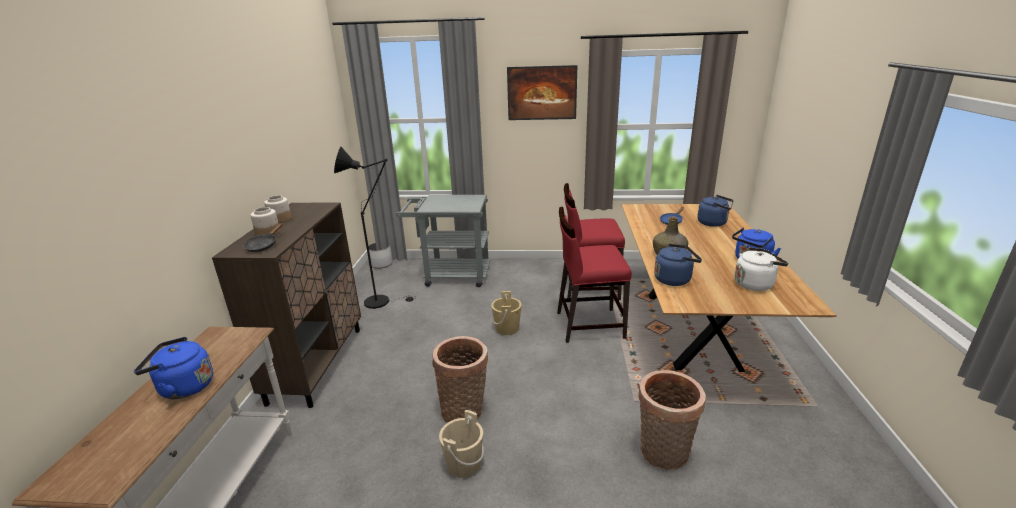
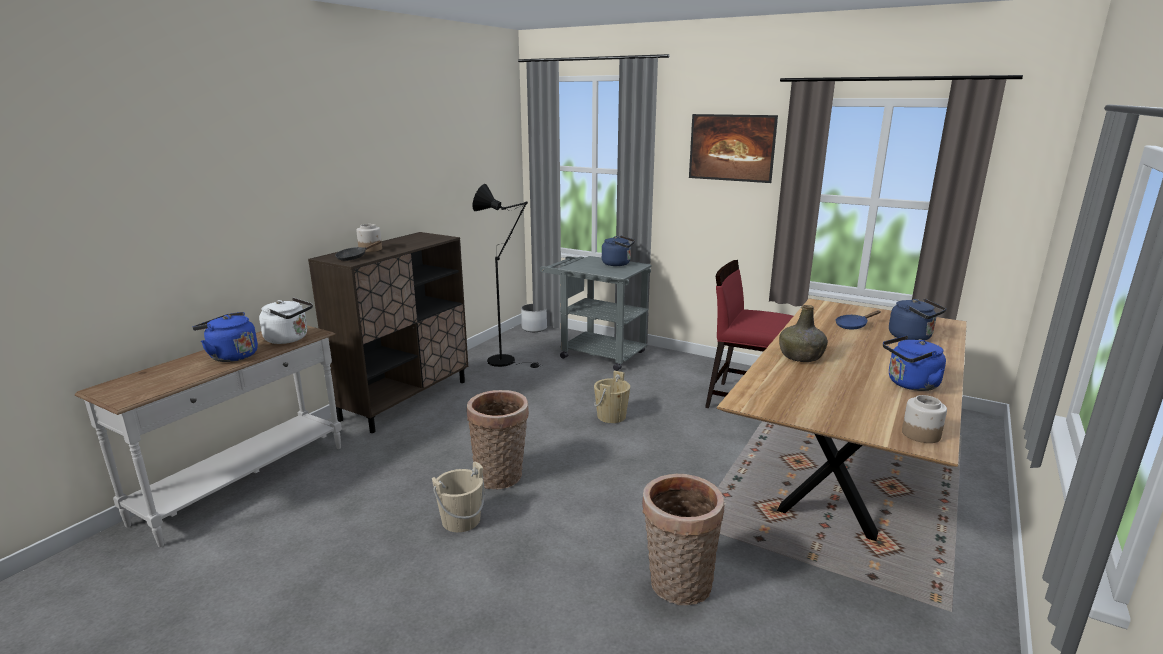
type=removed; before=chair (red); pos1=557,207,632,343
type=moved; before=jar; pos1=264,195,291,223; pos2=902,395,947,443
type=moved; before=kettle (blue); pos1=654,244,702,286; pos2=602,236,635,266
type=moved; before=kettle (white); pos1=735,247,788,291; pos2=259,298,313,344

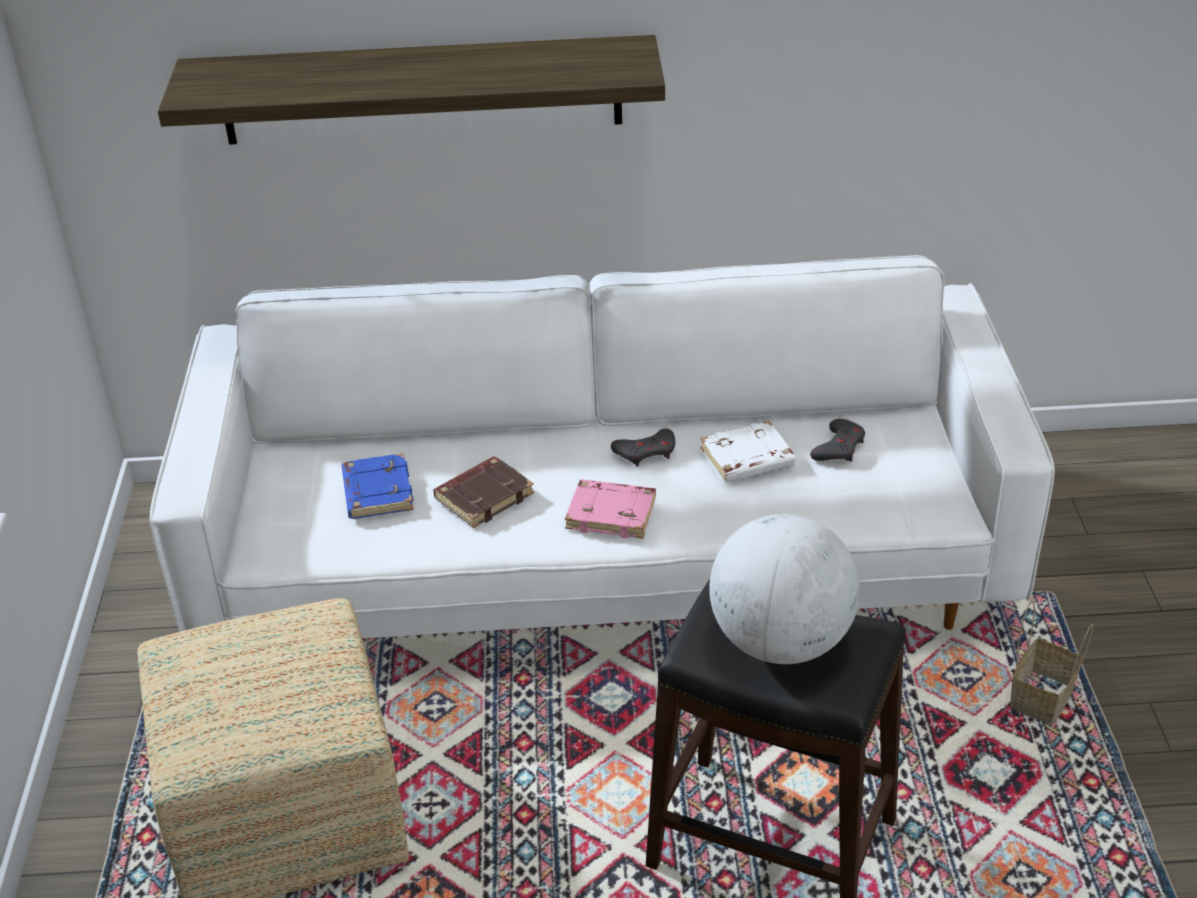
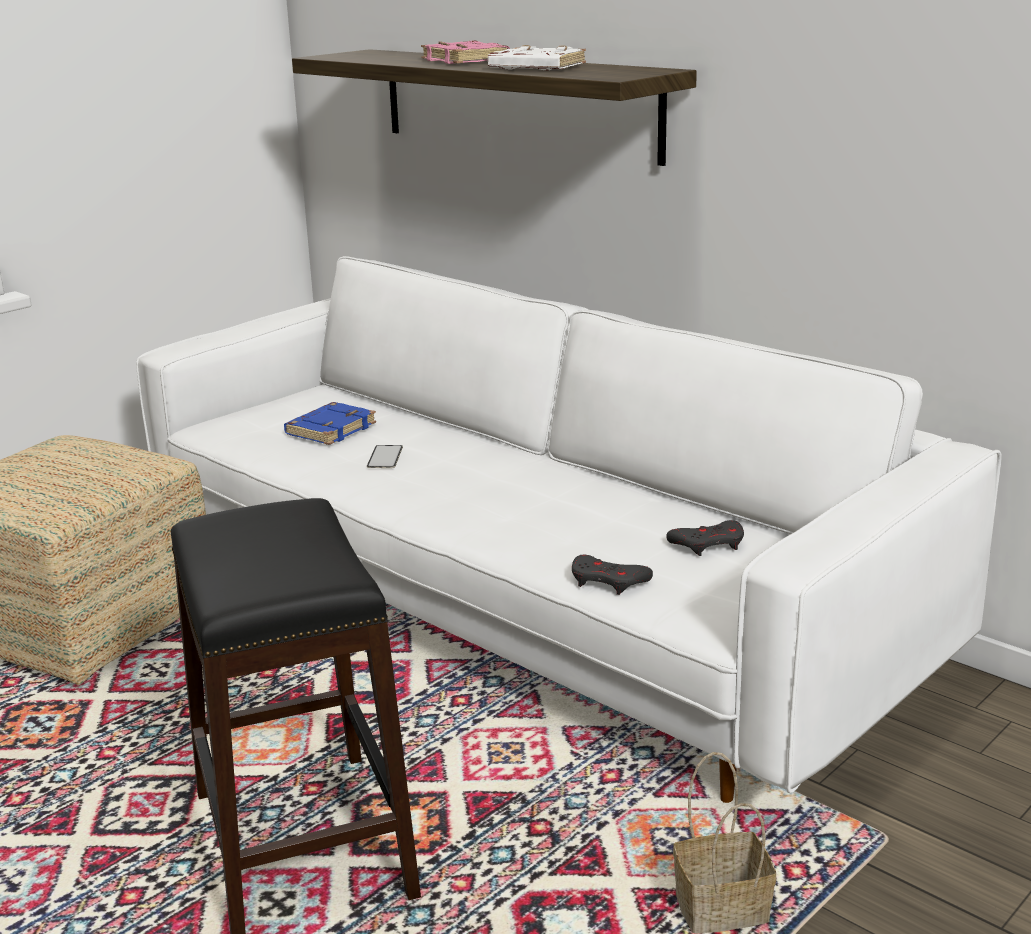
type=removed; before=globe; pos1=709,514,860,664
type=moved; before=book (pink); pos1=565,479,656,539; pos2=421,40,510,64
type=moved; before=game controller (grey); pos1=611,429,675,467; pos2=572,555,653,595
type=moved; before=book (white); pos1=701,421,796,482; pos2=488,45,586,70
type=replaced; before=book (brown); after=phone; pos1=433,456,534,528; pos2=367,445,403,468

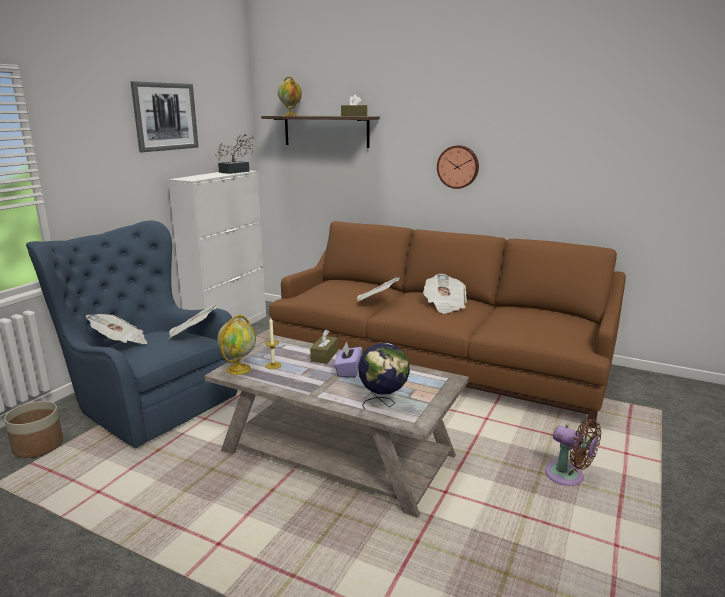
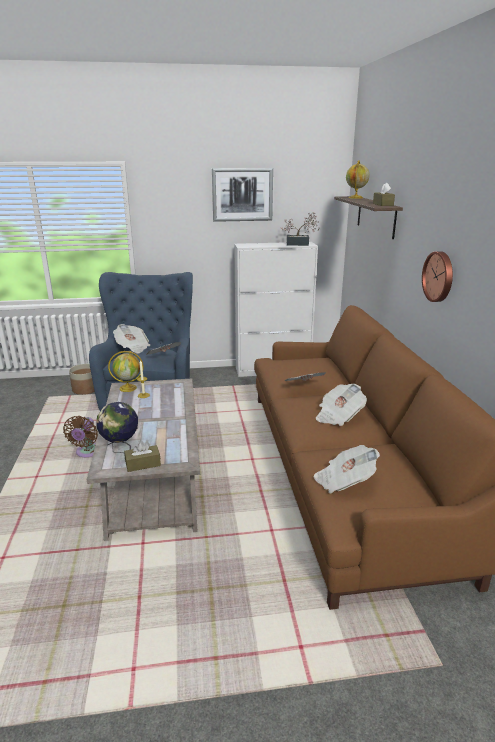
type=removed; before=tissue box (purple); pos1=334,342,362,378
type=added; after=newspaper; pos2=313,445,380,494
type=moved; before=tissue box (brown); pos1=310,330,338,364; pos2=124,441,161,472
type=moved; before=fan (brown); pos1=545,419,601,486; pos2=63,416,98,457

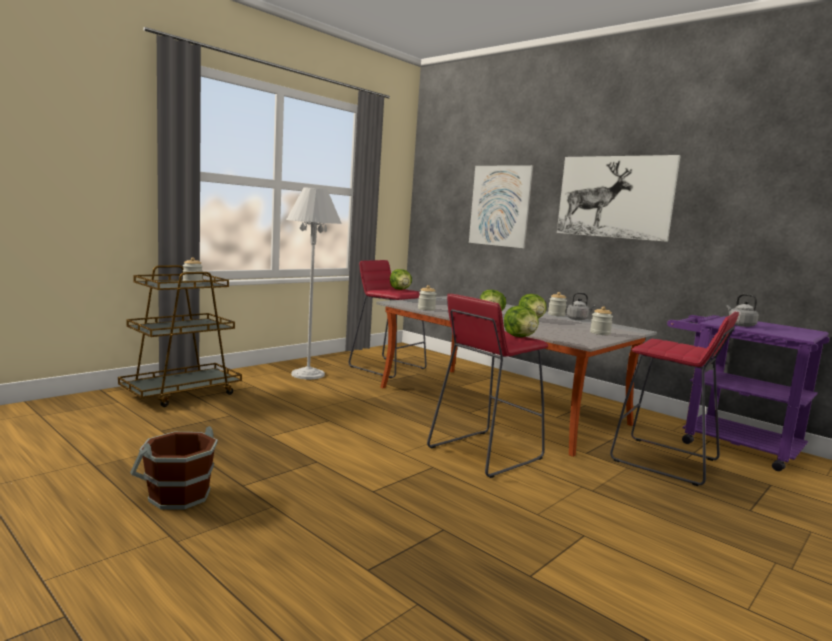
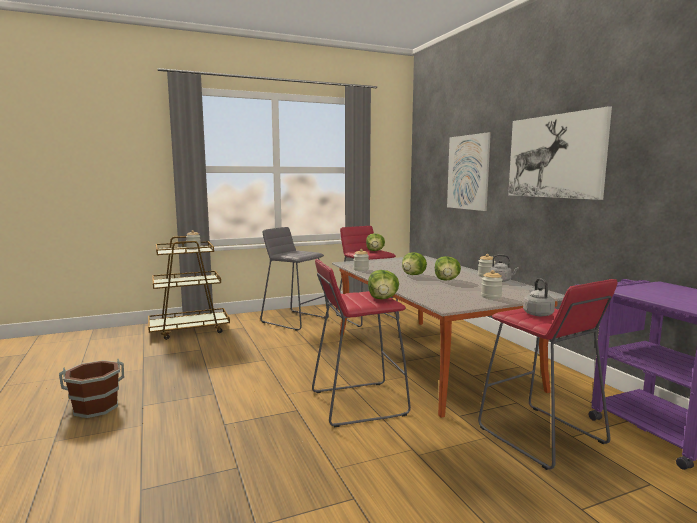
type=moved; before=kettle (grey); pos1=726,294,759,327; pos2=523,278,555,316
type=replaced; before=floor lamp (white); after=stool (grey); pos1=286,188,342,379; pos2=260,227,329,331

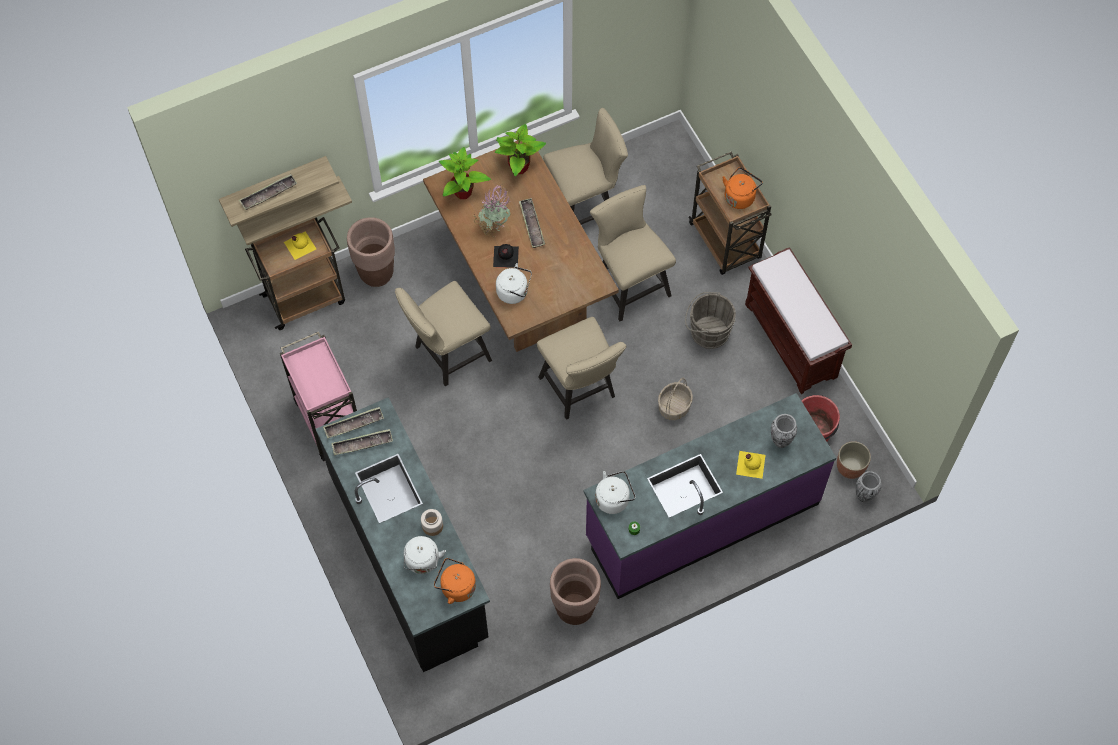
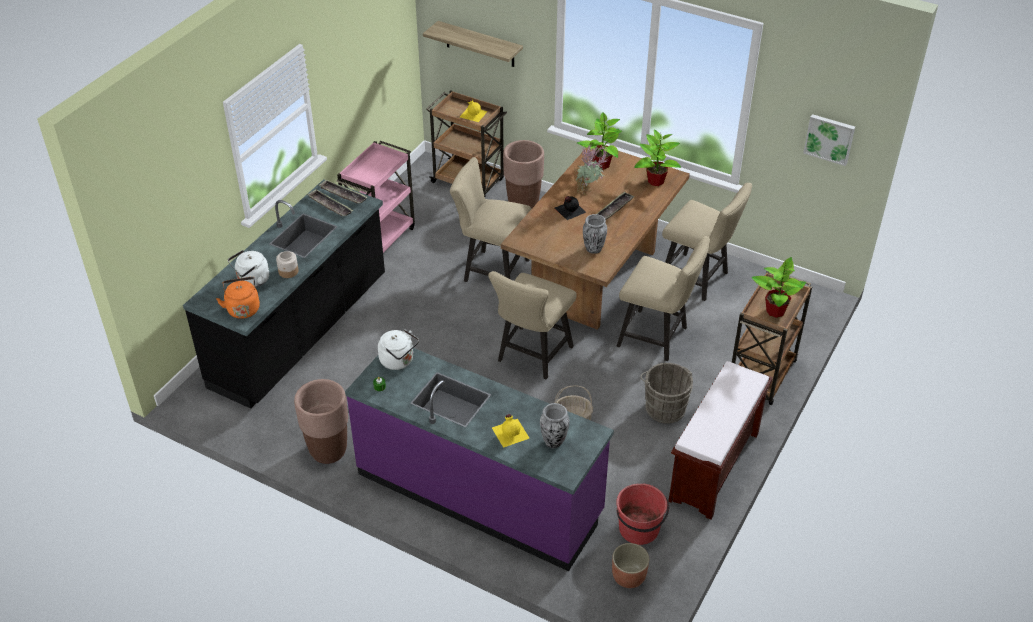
type=removed; before=shelf; pos1=237,176,352,245
type=removed; before=tray; pos1=239,174,297,210
type=removed; before=kettle (white); pos1=496,263,532,304
type=added; after=picture; pos2=803,114,855,166
type=moved; before=vase; pos1=856,471,882,502; pos2=583,214,607,254
type=replaced; before=kettle (orange); after=potted plant; pos1=722,167,763,209; pos2=752,257,806,318
type=turned; before=chair (beige); pos1=590,185,676,321; pos2=617,236,710,361; turn=90

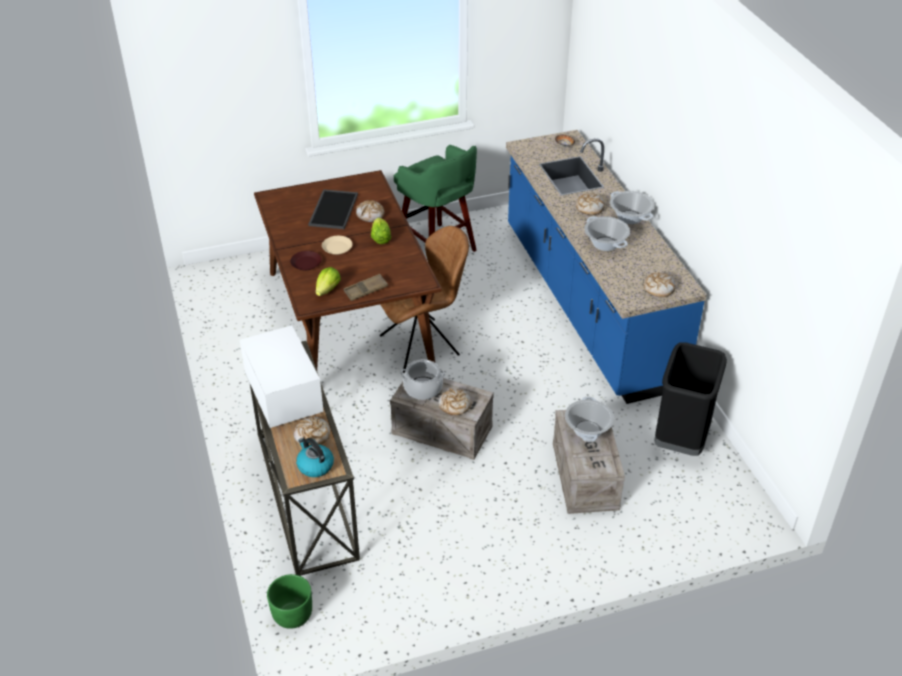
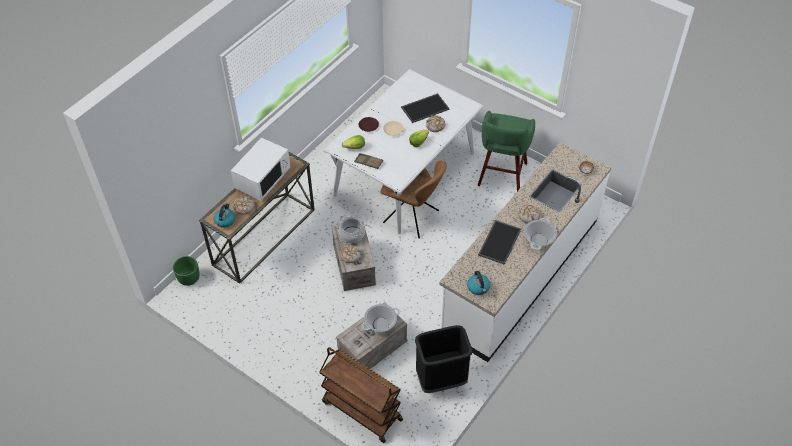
type=added; after=cart (brown); pos2=319,347,403,443
type=replaced; before=cooking pot; after=tray; pos1=584,216,630,251; pos2=478,220,521,265
type=replaced; before=bread; after=kettle; pos1=644,272,676,297; pos2=467,271,490,295
type=recoloured; before=dining table (brown); after=dining table (white); pos1=254,170,442,370; pos2=323,69,483,234
type=recoloured; before=counter (blue); after=counter (white); pos1=506,130,707,404; pos2=439,142,611,362

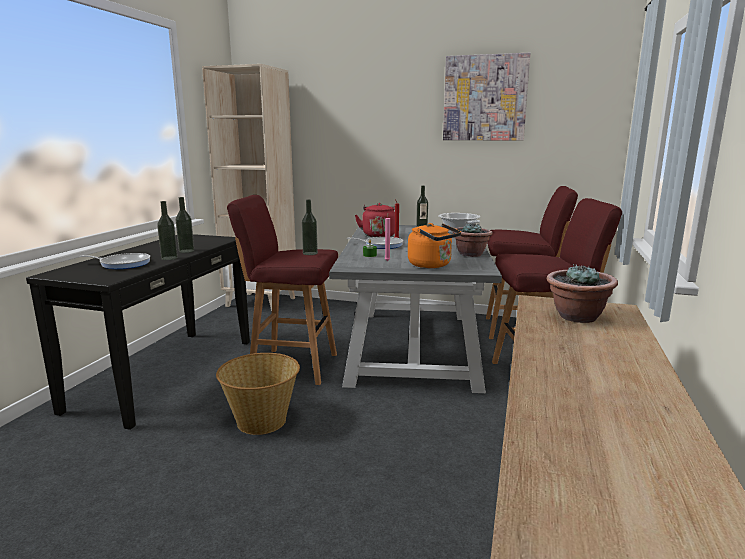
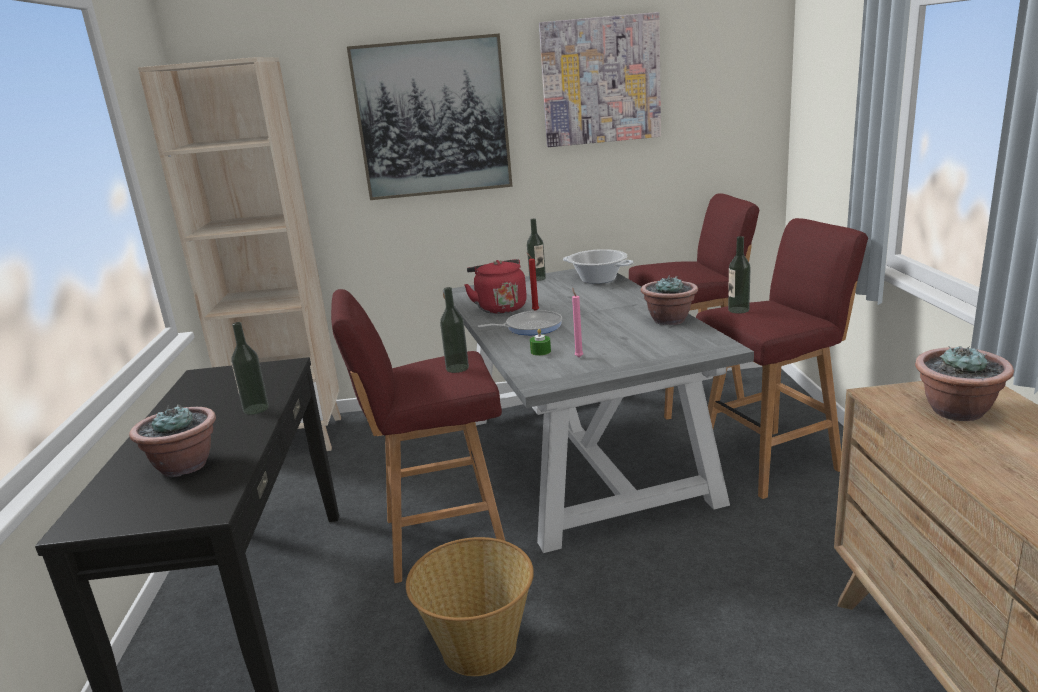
type=removed; before=kettle (orange); pos1=408,223,461,268
type=added; after=picture; pos2=347,33,513,200
type=moved; before=bottle; pos1=157,201,178,260; pos2=728,236,751,314
type=replaced; before=frying pan; after=potted plant; pos1=79,253,150,269; pos2=129,404,216,477

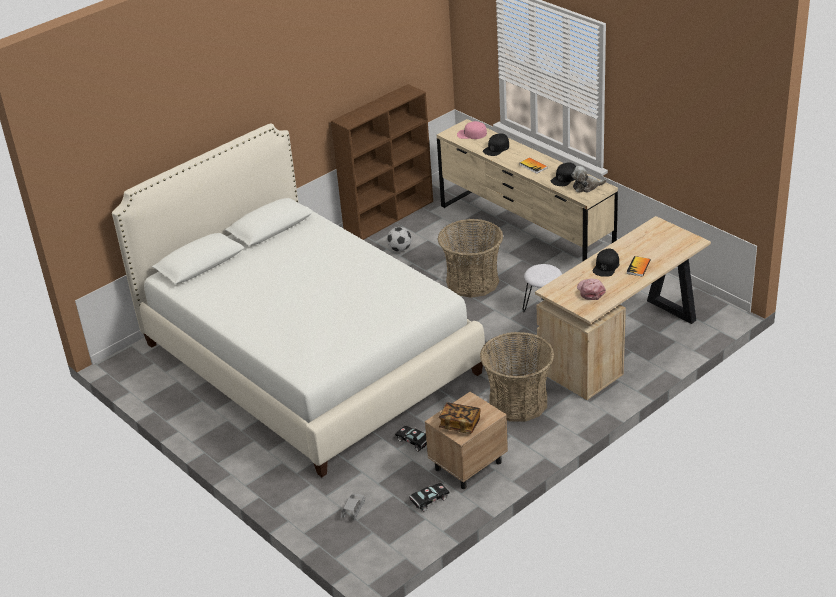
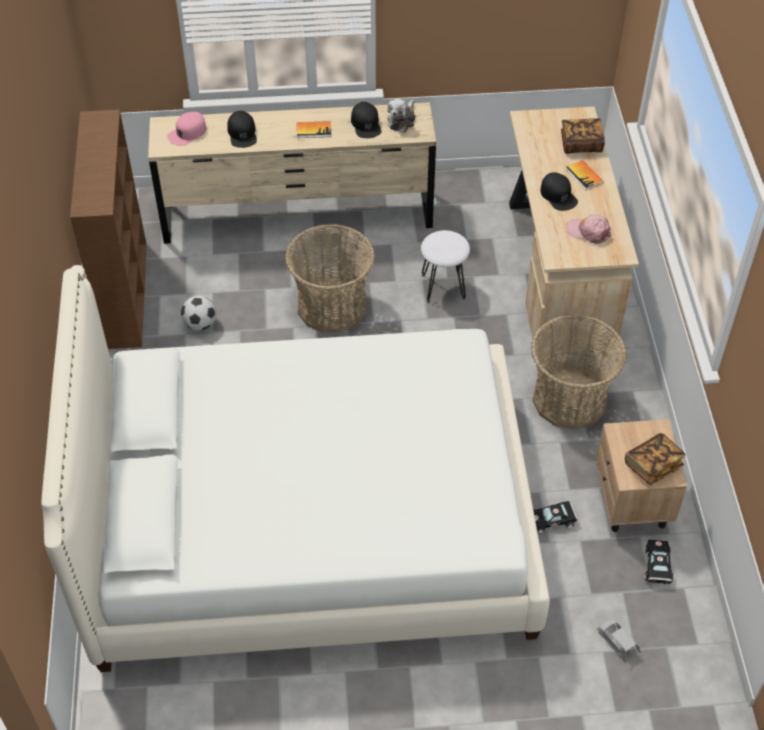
type=added; after=book; pos2=561,118,605,154

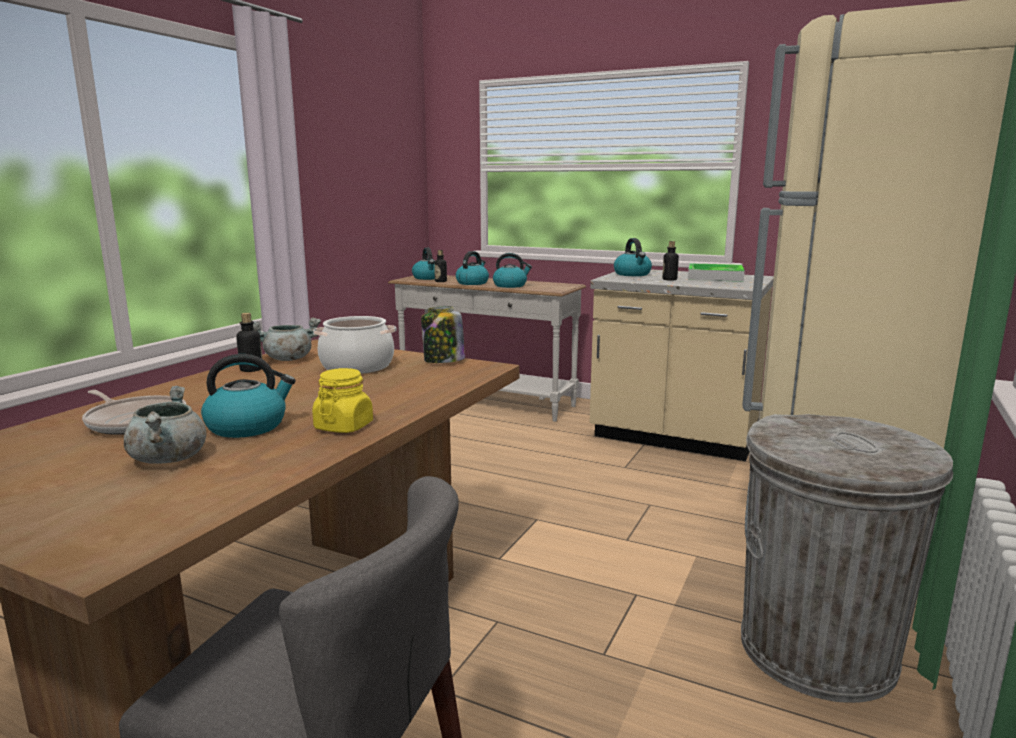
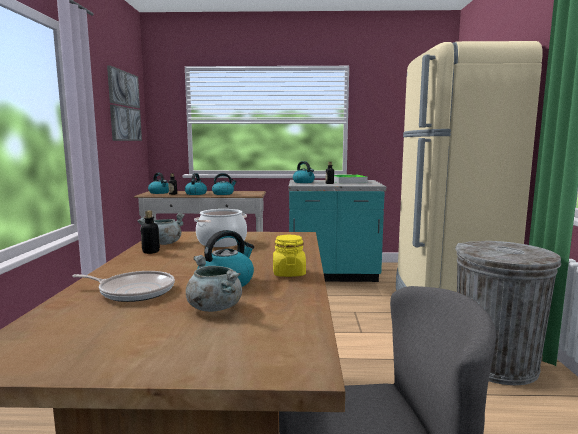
type=removed; before=jar; pos1=421,306,465,363
type=added; after=picture; pos2=107,65,142,141
type=recoloured; before=counter (beige); after=counter (turquoise); pos1=590,270,774,461; pos2=289,180,386,282

